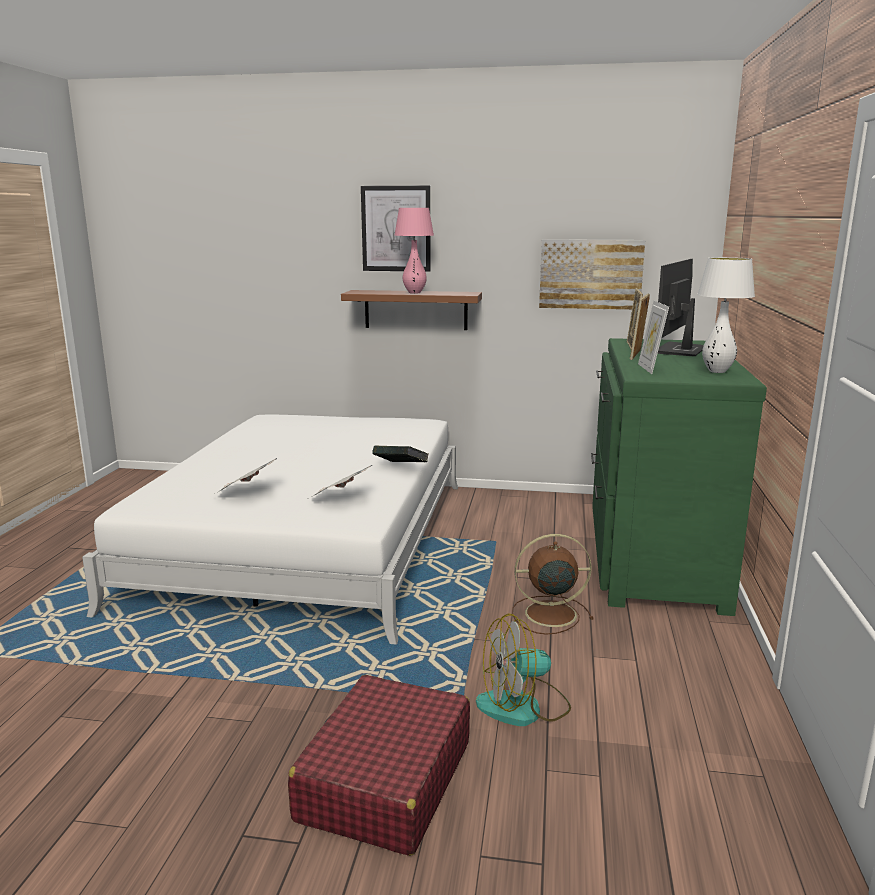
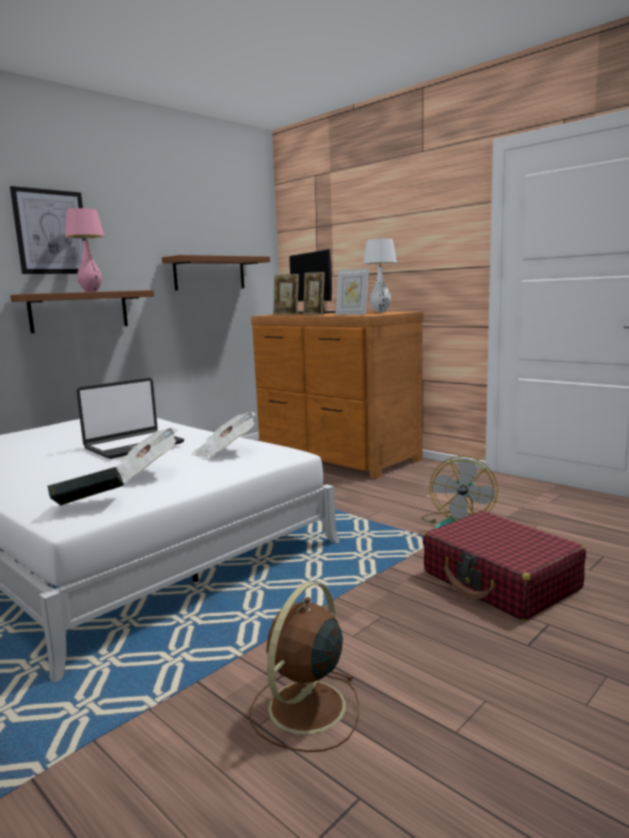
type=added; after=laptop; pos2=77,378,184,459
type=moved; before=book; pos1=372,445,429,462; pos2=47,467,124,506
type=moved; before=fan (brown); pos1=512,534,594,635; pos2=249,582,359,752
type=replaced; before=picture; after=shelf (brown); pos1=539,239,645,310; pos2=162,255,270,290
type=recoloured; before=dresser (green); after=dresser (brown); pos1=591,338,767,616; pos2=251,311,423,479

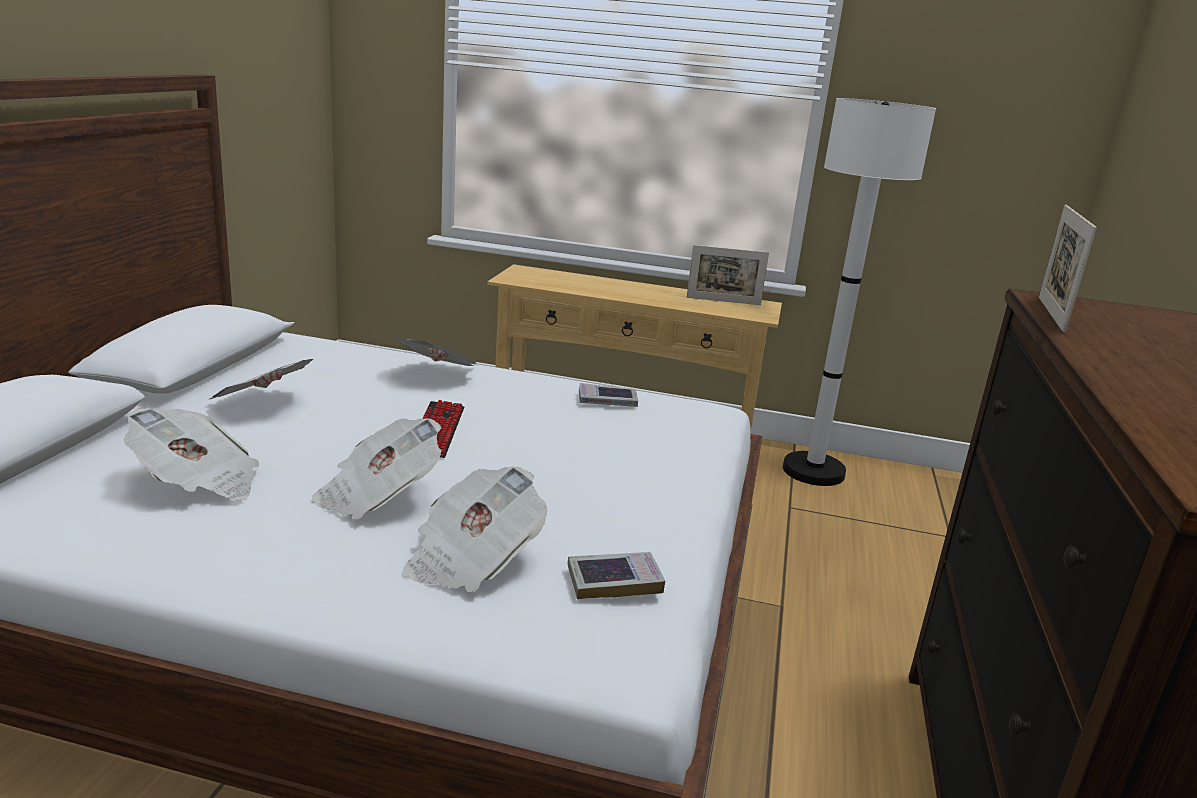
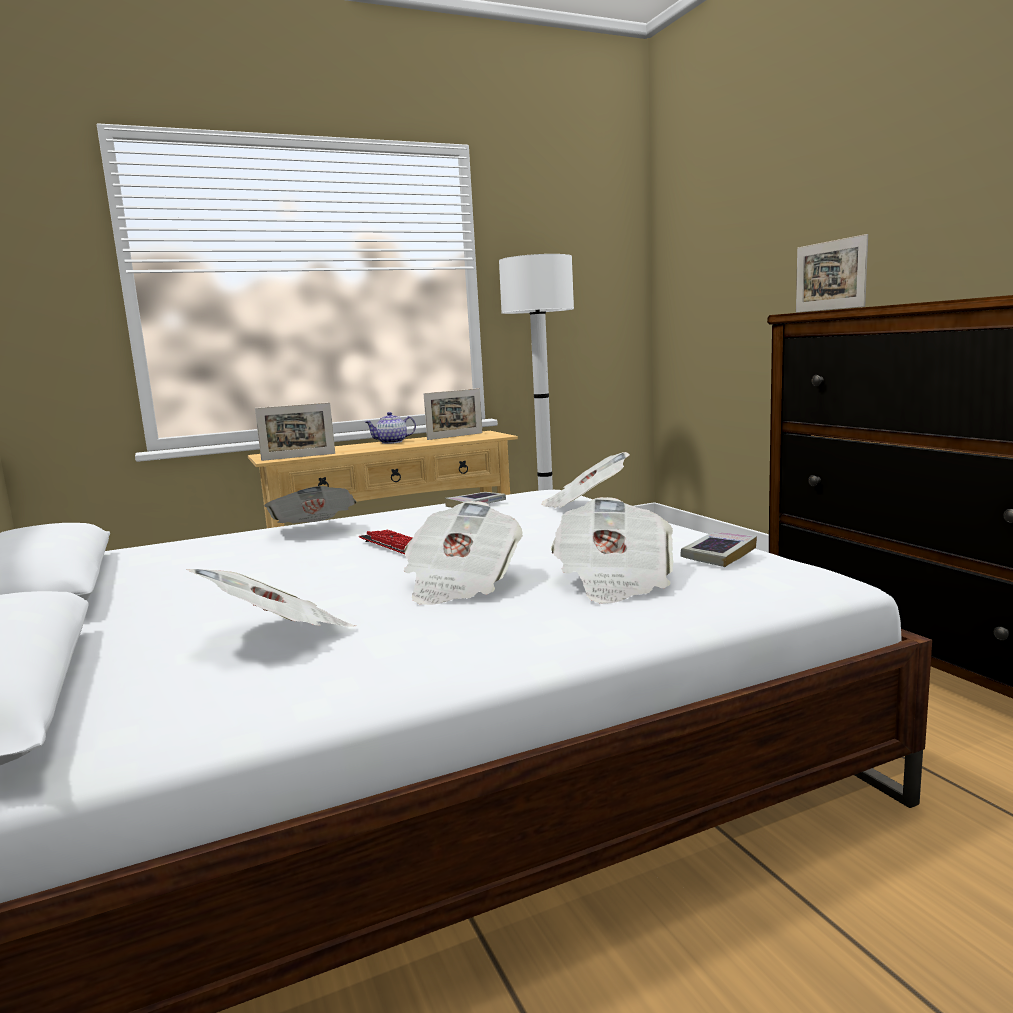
type=added; after=picture frame; pos2=255,402,335,461
type=added; after=teapot; pos2=365,412,416,444
type=moved; before=newspaper; pos1=210,359,314,399; pos2=541,452,630,508

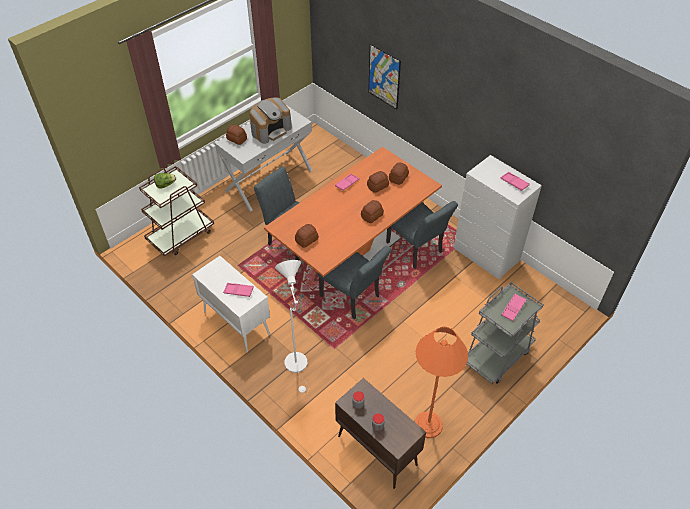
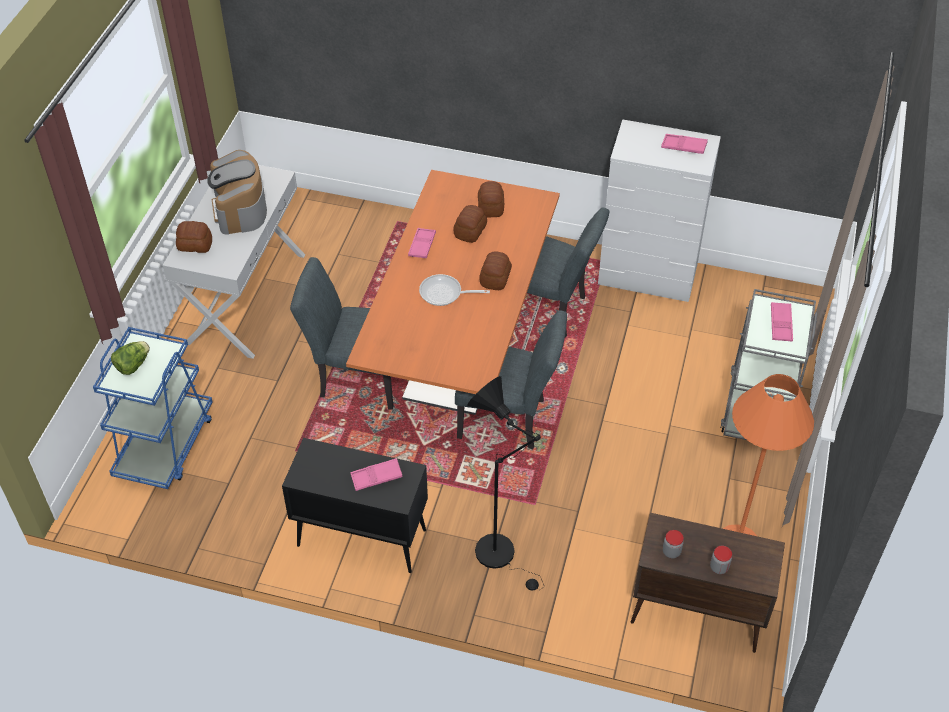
type=removed; before=bread; pos1=295,224,319,248
type=removed; before=picture; pos1=368,44,401,109
type=added; after=frying pan; pos2=419,274,490,306
type=recoloured; before=cart (brown); after=cart (blue); pos1=139,166,214,256; pos2=93,327,213,489
type=recoloured; before=cabinet (white); after=cabinet (black); pos1=192,256,270,352; pos2=282,438,428,573
type=recoloured; before=floor lamp (white); after=floor lamp (black); pos1=275,260,310,394; pos2=467,376,544,591
type=turned; before=coffee machine; pos1=250,97,292,144; pos2=207,150,267,235; turn=150

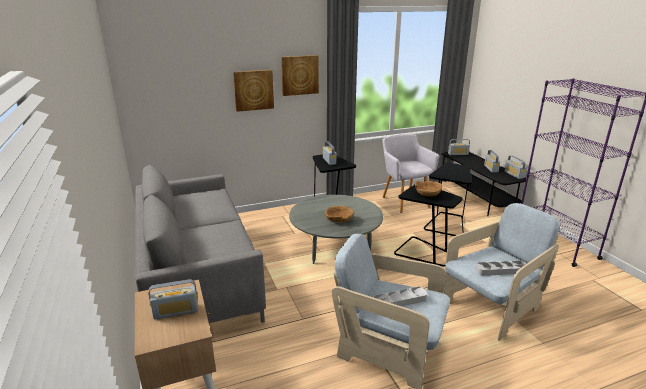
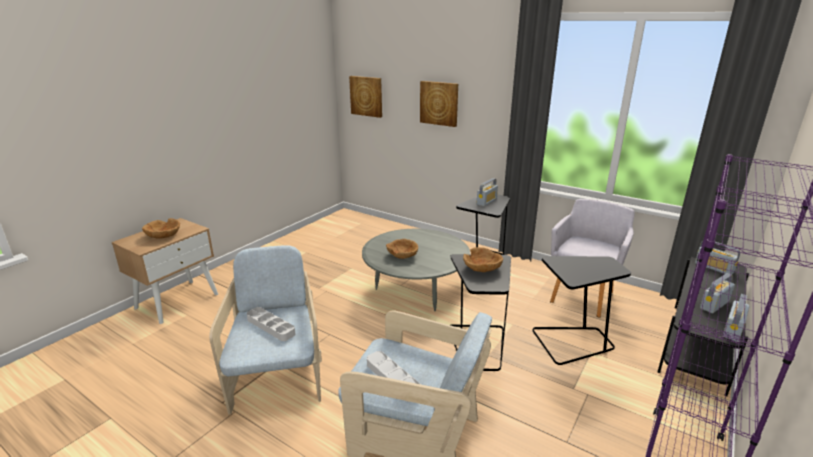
type=removed; before=sofa (grey); pos1=135,165,266,323
type=moved; before=picture; pos1=281,55,319,96; pos2=349,76,382,118
type=replaced; before=radio; after=bowl (brown); pos1=149,280,198,319; pos2=142,218,180,239

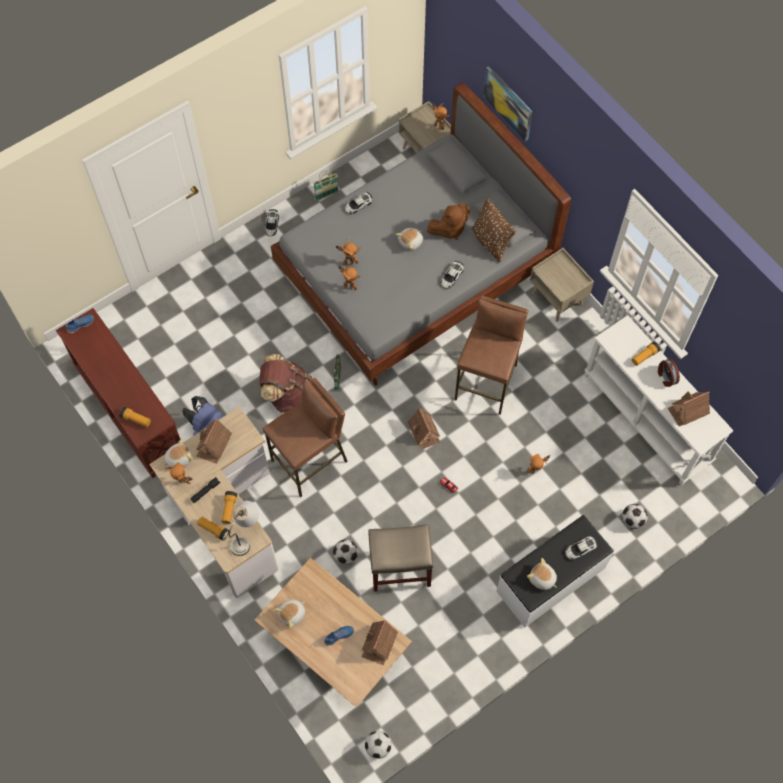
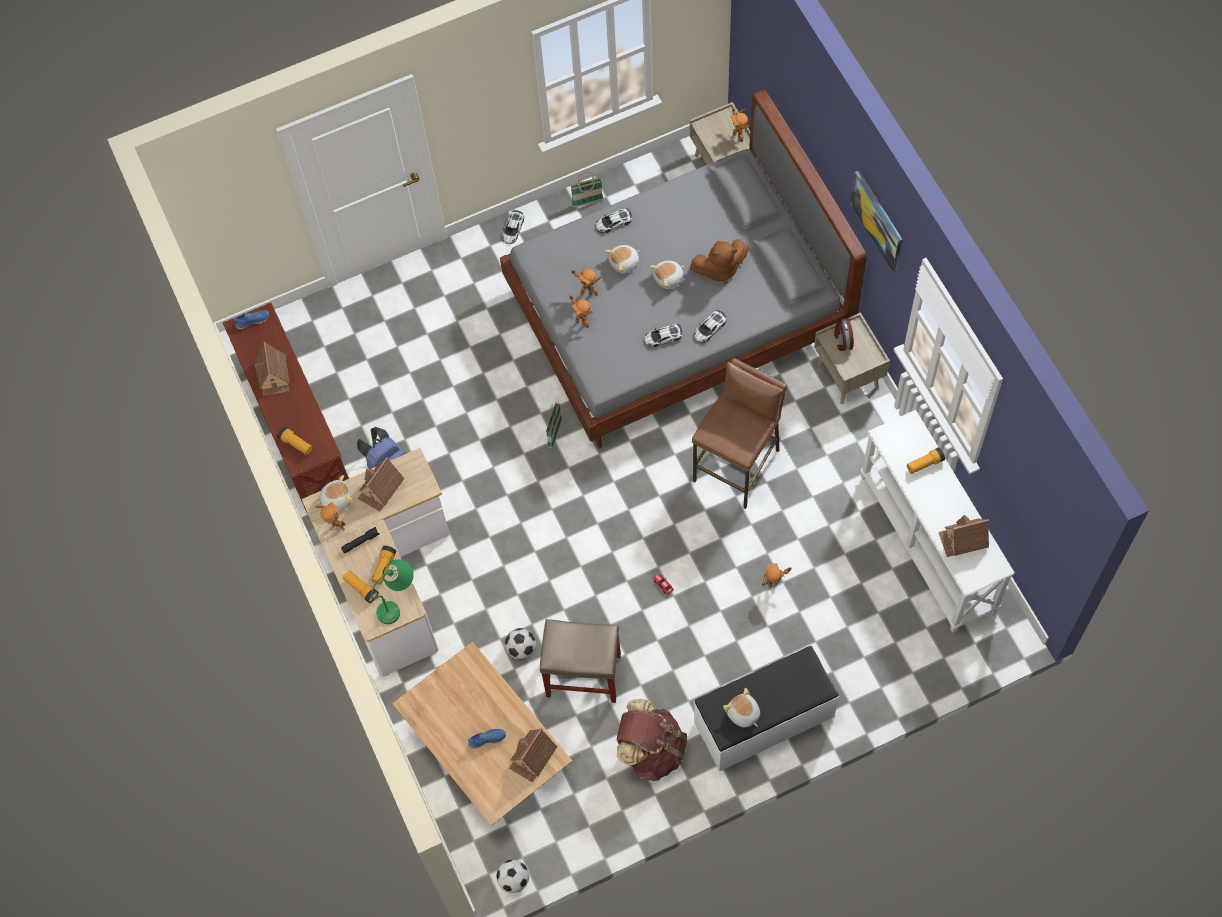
type=removed; before=stool (brown); pos1=263,378,348,497
type=removed; before=pillow (brown); pos1=472,198,516,262
type=removed; before=football; pos1=622,504,648,529
type=moved; before=backpack (brown); pos1=259,354,312,413; pos2=617,699,687,781
type=moved; before=plush toy; pos1=274,599,305,628; pos2=605,245,640,274
type=moved; before=toy house; pos1=408,407,440,450; pos2=254,342,290,396
type=moved; before=picture; pos1=483,66,533,141; pos2=850,171,903,272
type=moved; before=toy car; pos1=565,536,598,560; pos2=644,324,682,347
type=moved; before=alarm clock; pos1=658,359,680,387; pos2=834,318,854,351
type=recoloured; before=table lamp (grey); after=table lamp (green); pos1=229,501,259,556; pos2=371,559,414,624

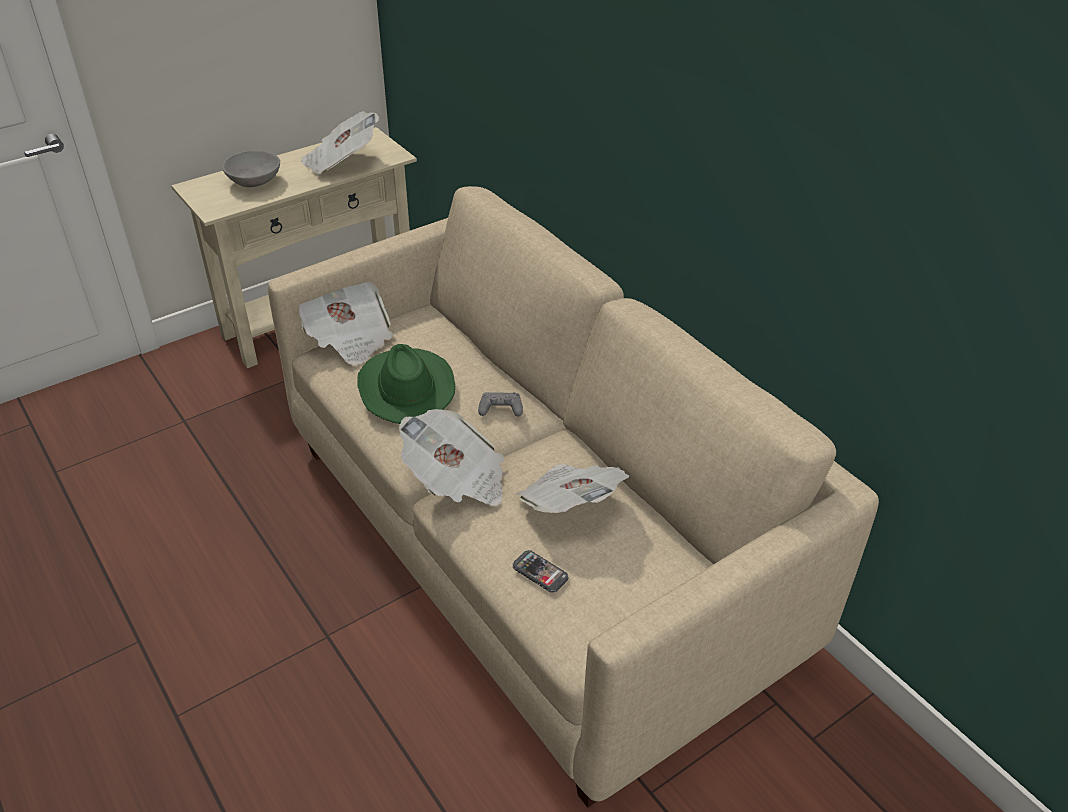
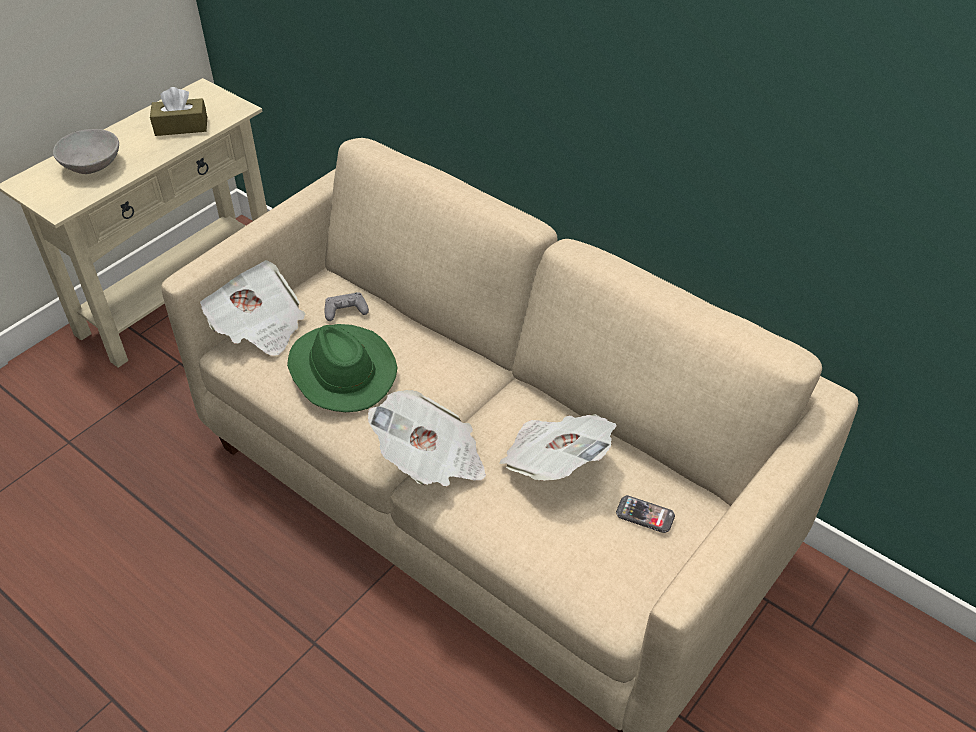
type=moved; before=game controller (grey); pos1=478,392,523,416; pos2=325,292,369,321
type=moved; before=phone; pos1=513,550,568,593; pos2=616,495,675,533
type=replaced; before=newspaper; after=tissue box (brown); pos1=301,111,380,175; pos2=150,87,207,136

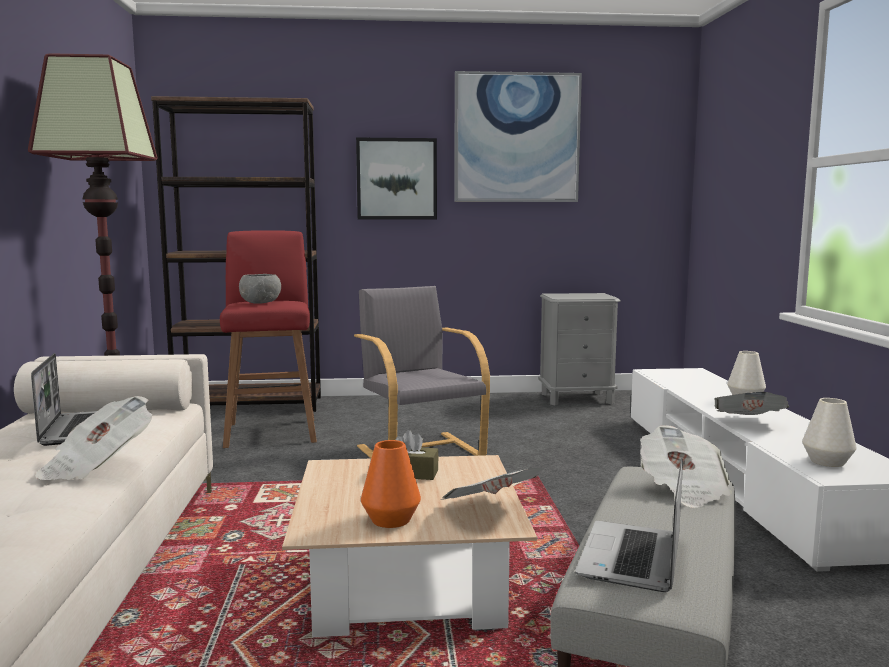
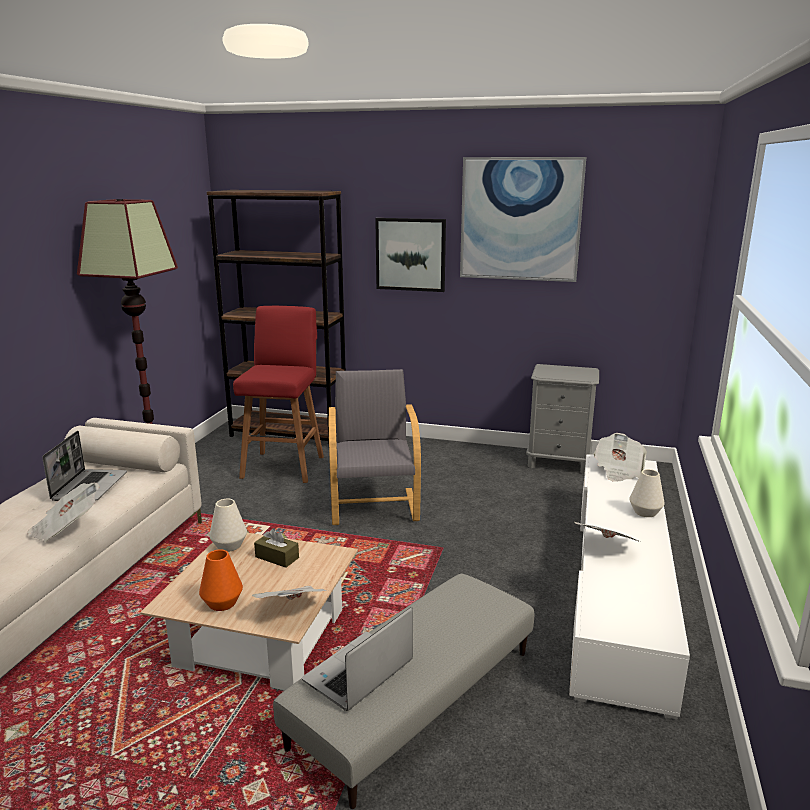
type=removed; before=bowl (grey); pos1=239,274,281,304
type=moved; before=newspaper; pos1=640,425,732,508; pos2=594,433,647,482
type=moved; before=vase (white); pos1=802,398,857,467; pos2=209,499,247,552

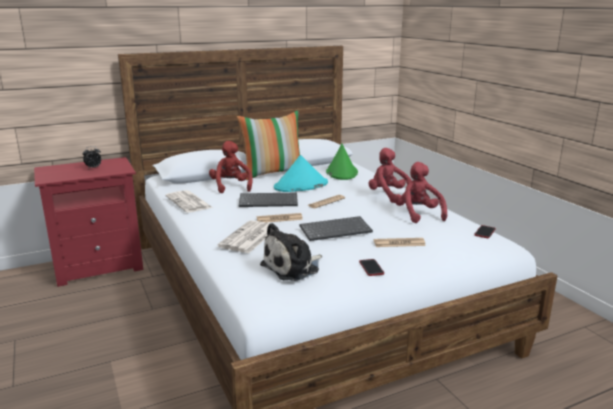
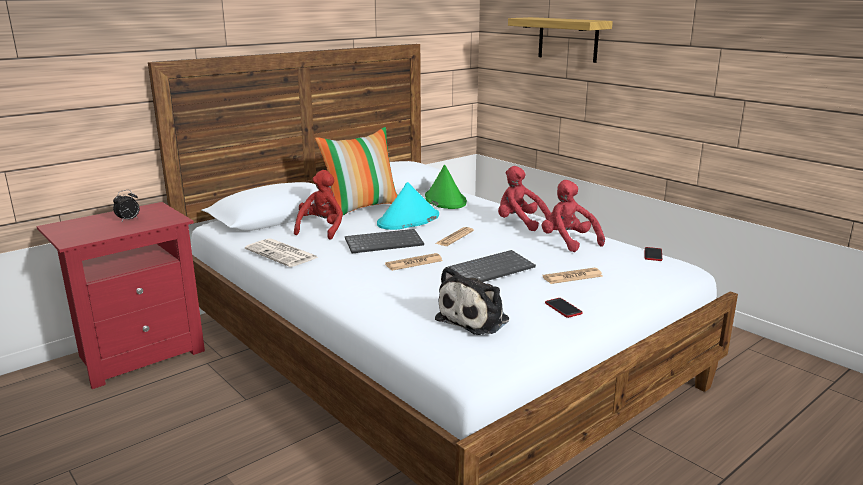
type=removed; before=newspaper; pos1=217,220,270,253
type=added; after=shelf; pos2=508,17,613,63
type=turned; before=plush toy (red); pos1=209,141,253,193; pos2=294,170,343,240; turn=45

